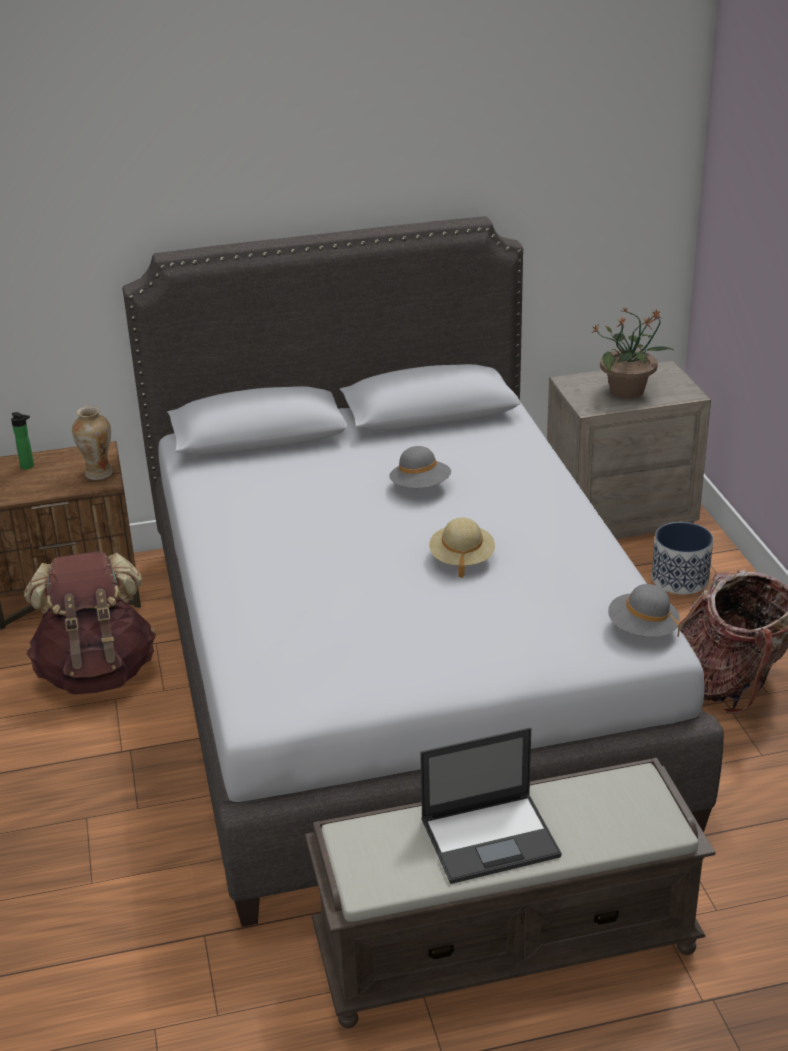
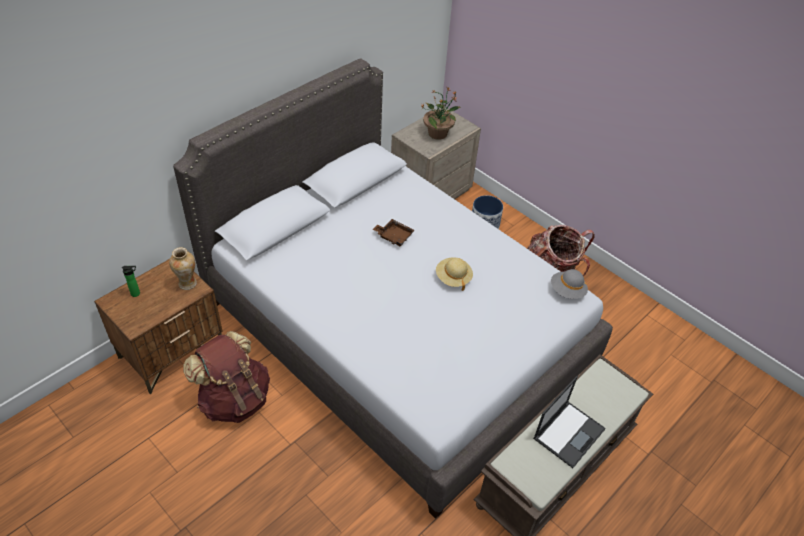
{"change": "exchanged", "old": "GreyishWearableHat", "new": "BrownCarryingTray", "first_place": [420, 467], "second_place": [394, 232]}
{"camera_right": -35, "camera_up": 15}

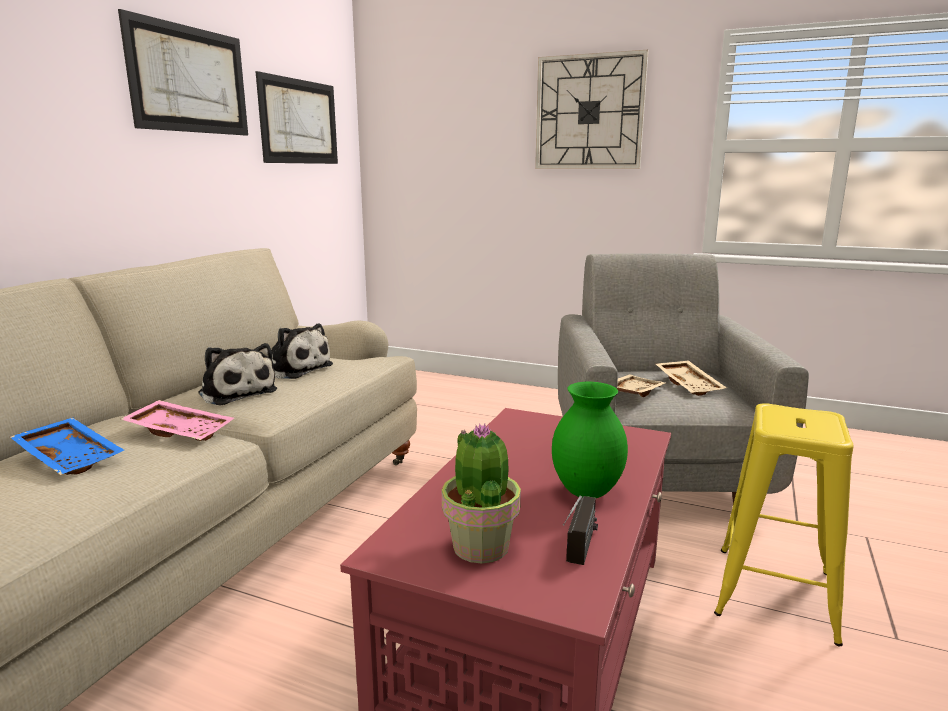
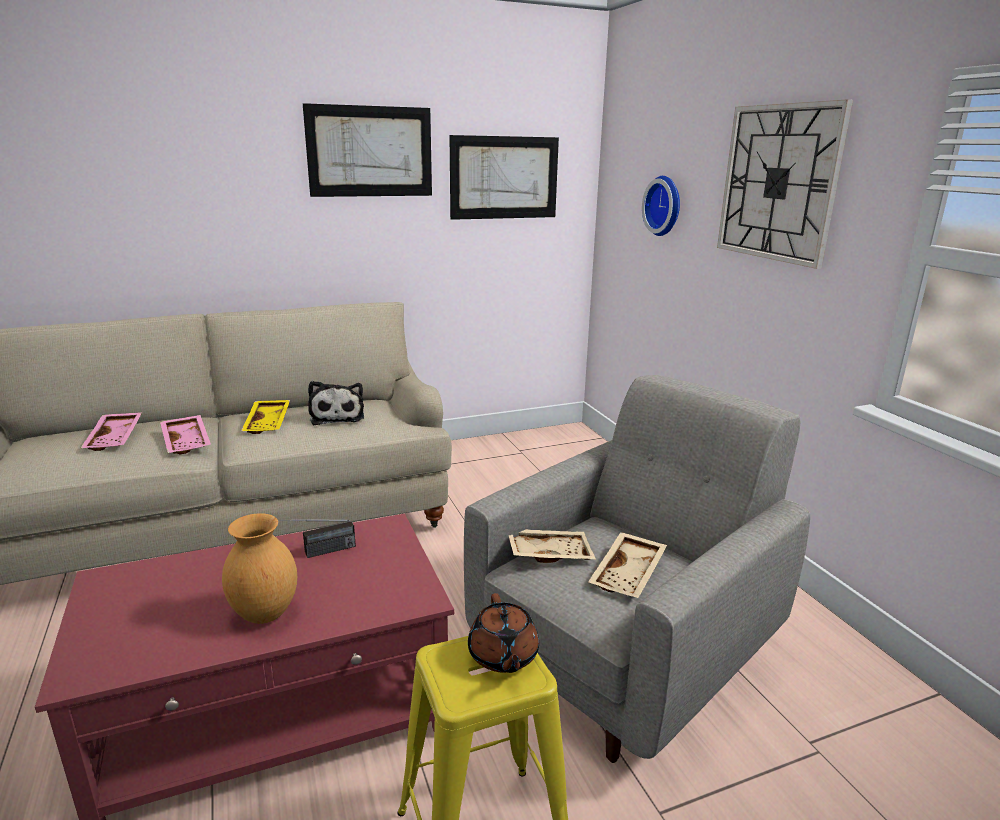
{"change": "exchanged", "old": "SoftToy", "new": "YellowCarryingTray", "first_place": [237, 374], "second_place": [265, 417]}
{"change": "colour", "old": "GreenFlowerVase", "new": "BrownFlowerVase", "first_place": [590, 440], "second_place": [259, 568]}
{"change": "colour", "old": "BlueCarryingTray", "new": "PinkishCarryingTray", "first_place": [67, 446], "second_place": [111, 431]}
{"change": "missing", "old": "PlantInAPot", "first_place": [481, 493]}
{"change": "relocated", "old": "Radio", "first_place": [580, 530], "second_place": [321, 538]}
{"change": "appeared", "new": "WallClock", "second_place": [661, 206]}
{"change": "appeared", "new": "BrownPotForTea", "second_place": [503, 633]}
{"camera_right": 45, "camera_up": 5}

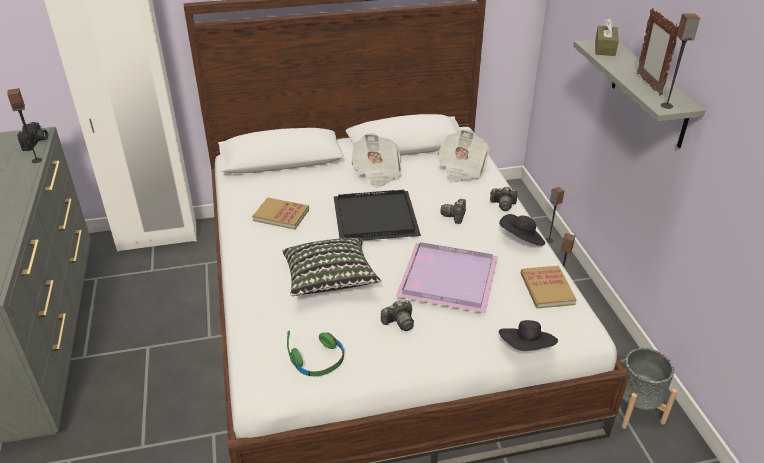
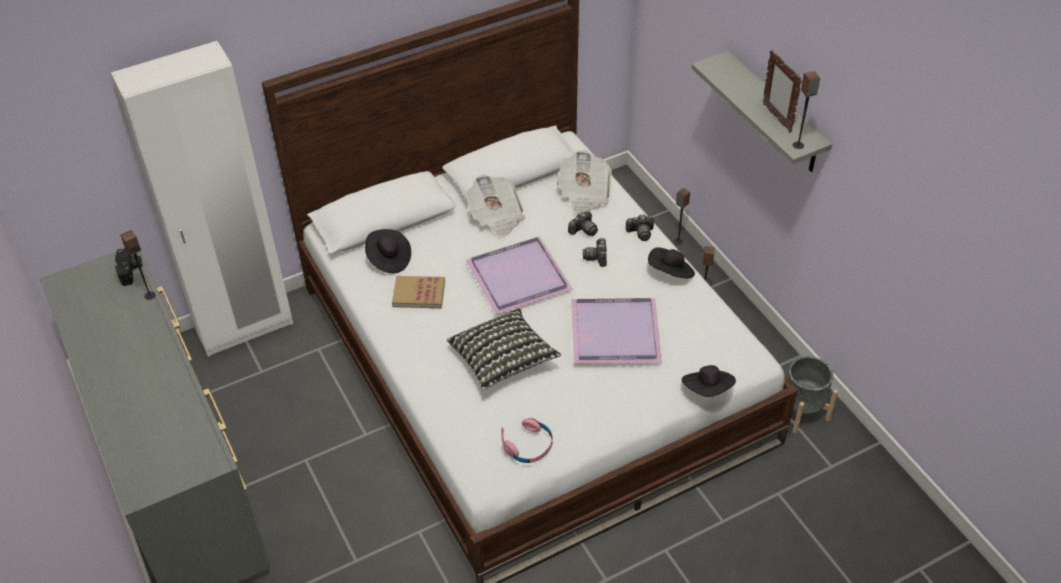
{"change": "missing", "old": "BrownBoxOfTissues", "first_place": [607, 37]}
{"change": "colour", "old": "BlackishCarryingTray", "new": "PurpleCarryingTray", "first_place": [377, 215], "second_place": [519, 276]}
{"change": "missing", "old": "Volume", "first_place": [548, 287]}
{"change": "relocated", "old": "StillCamera", "first_place": [397, 315], "second_place": [583, 223]}
{"change": "colour", "old": "GreenPairOfHeadphones", "new": "PinkishPairOfHeadphones", "first_place": [315, 353], "second_place": [527, 440]}
{"change": "appeared", "new": "BlackishWearableHat", "second_place": [388, 251]}
{"camera_right": -15, "camera_up": 10}

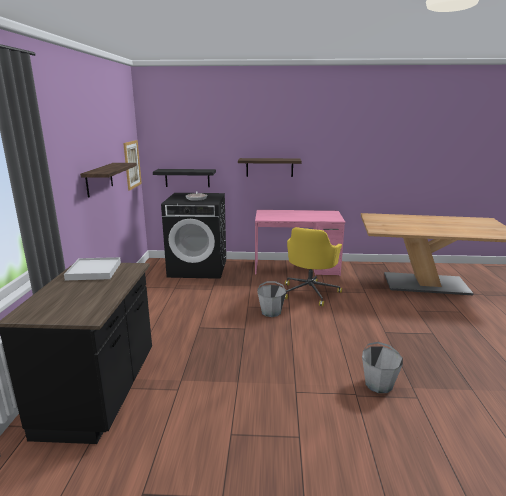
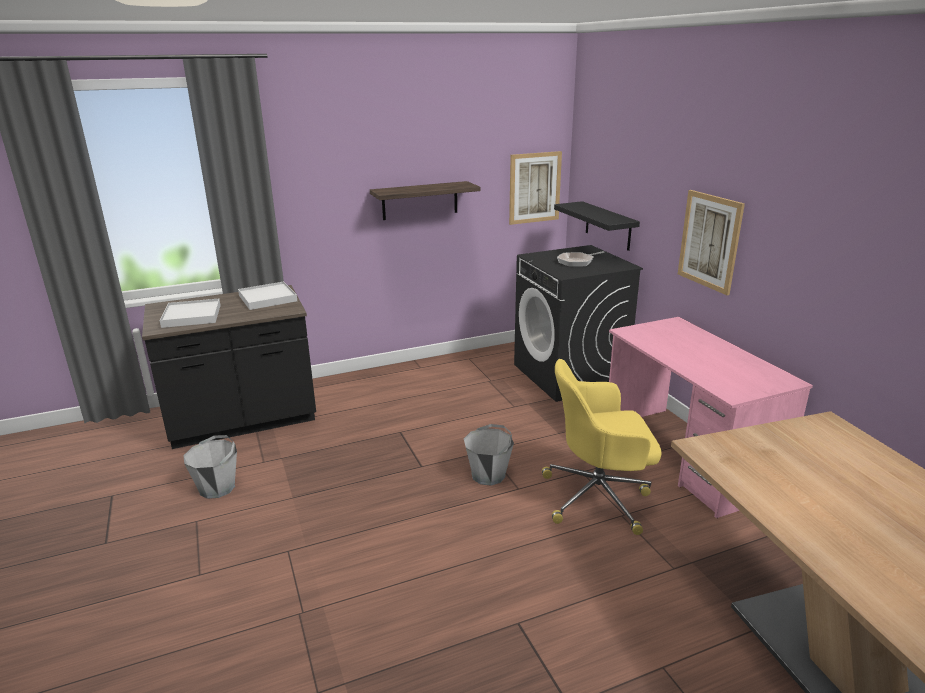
{"change": "exchanged", "old": "Shelf", "new": "WallPicture", "first_place": [270, 167], "second_place": [711, 242]}
{"change": "relocated", "old": "GreyishPail", "first_place": [382, 367], "second_place": [210, 467]}
{"change": "appeared", "new": "WhiteCarryingTray", "second_place": [190, 313]}
{"camera_right": 65, "camera_up": 5}

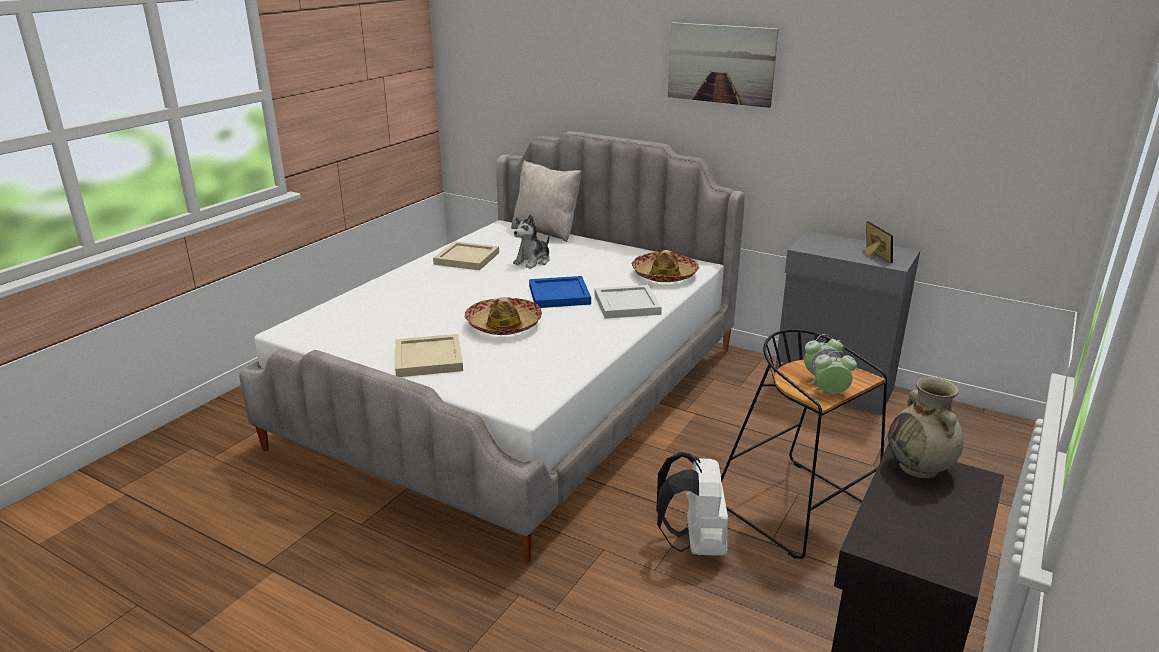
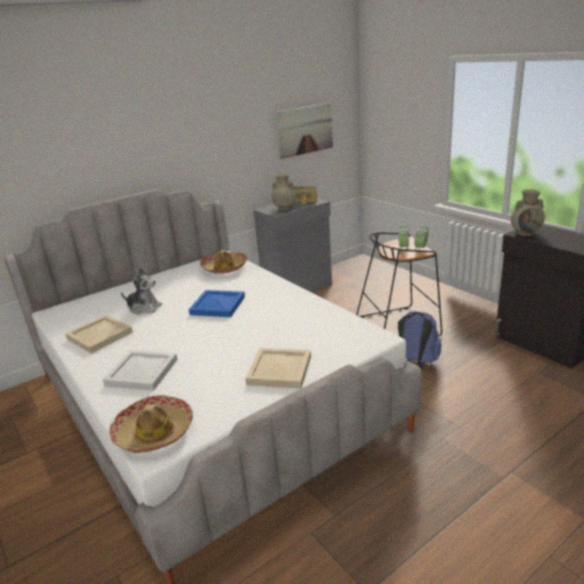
{"change": "relocated", "old": "WallPicture", "first_place": [723, 65], "second_place": [304, 131]}
{"change": "missing", "old": "BeigeColouredCushion", "first_place": [546, 201]}
{"change": "spun", "old": "SoftToy", "first_place": [531, 241], "second_place": [141, 291], "degrees": -45}
{"change": "relocated", "old": "WhiteCarryingTray", "first_place": [628, 302], "second_place": [140, 370]}
{"change": "relocated", "old": "WearableHat", "first_place": [503, 316], "second_place": [151, 424]}
{"change": "colour", "old": "WhiteKnapsack", "new": "BlueKnapsack", "first_place": [692, 504], "second_place": [419, 340]}
{"change": "appeared", "new": "BeigeColouredFlowerVase", "second_place": [284, 192]}
{"camera_right": -65, "camera_up": 0}

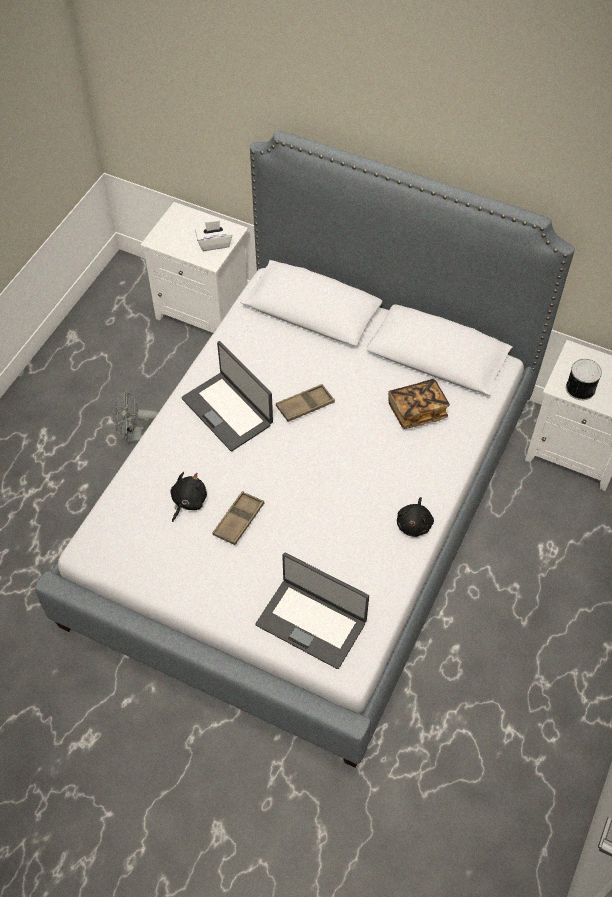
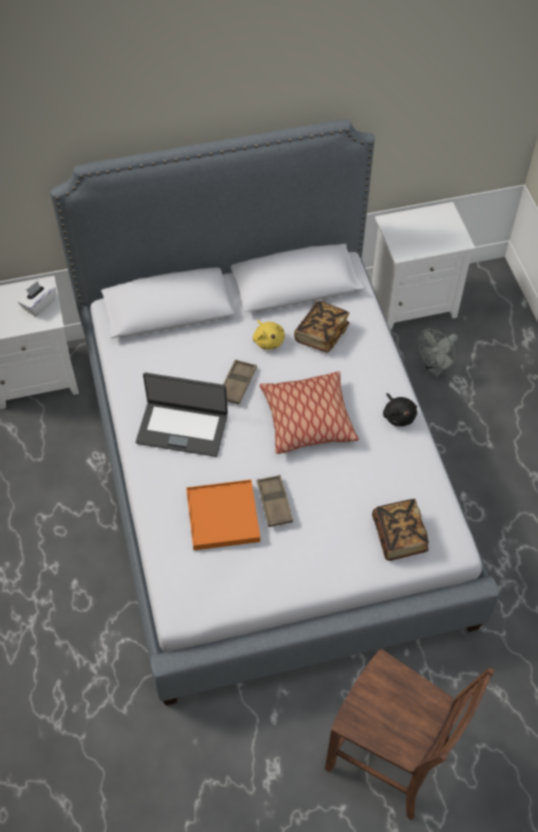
{"change": "missing", "old": "Can", "first_place": [584, 379]}
{"change": "relocated", "old": "GreyishCoolingFan", "first_place": [135, 416], "second_place": [438, 353]}
{"change": "exchanged", "old": "BlackishSoftToy", "new": "OrangeyCarryingTray", "first_place": [188, 497], "second_place": [223, 515]}
{"change": "exchanged", "old": "NotebookComputer", "new": "Volume", "first_place": [312, 611], "second_place": [400, 530]}
{"change": "appeared", "new": "YellowSoftToy", "second_place": [269, 335]}
{"change": "appeared", "new": "Cushion", "second_place": [309, 412]}
{"change": "appeared", "new": "BrownPlainChair", "second_place": [409, 734]}
{"camera_right": -40, "camera_up": 0}

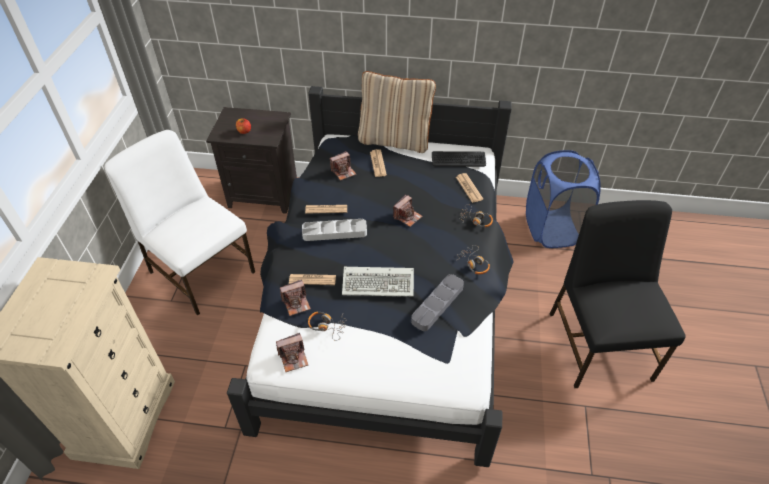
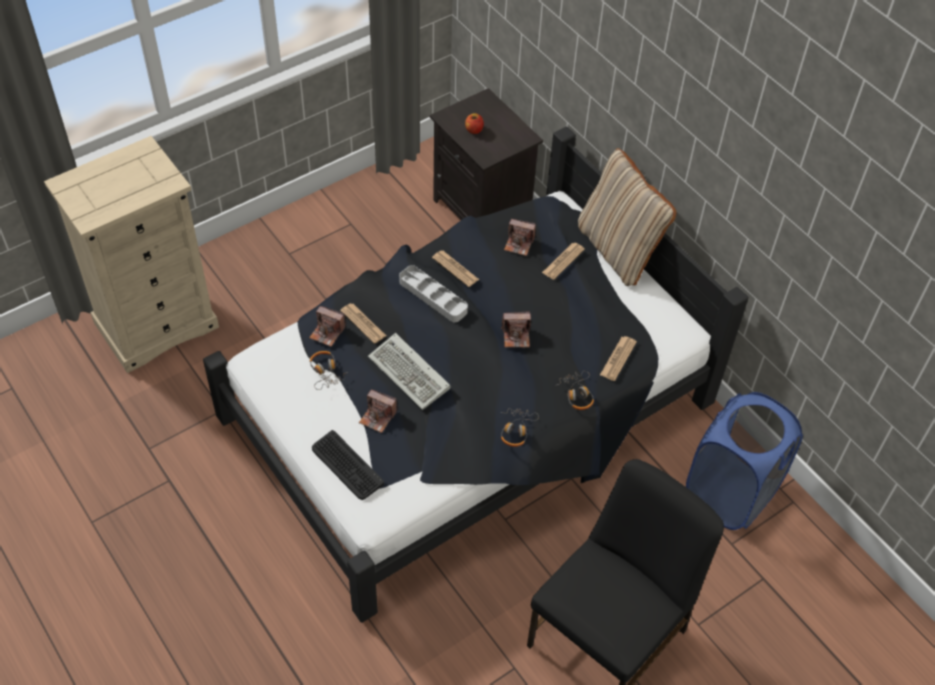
{"change": "missing", "old": "WhitePlainChair", "first_place": [180, 222]}
{"change": "relocated", "old": "PcKeyboard", "first_place": [459, 159], "second_place": [348, 465]}
{"change": "missing", "old": "GreyishCarryingTray", "first_place": [437, 302]}
{"change": "relocated", "old": "StillCamera", "first_place": [292, 352], "second_place": [378, 411]}
{"camera_right": 45, "camera_up": 5}

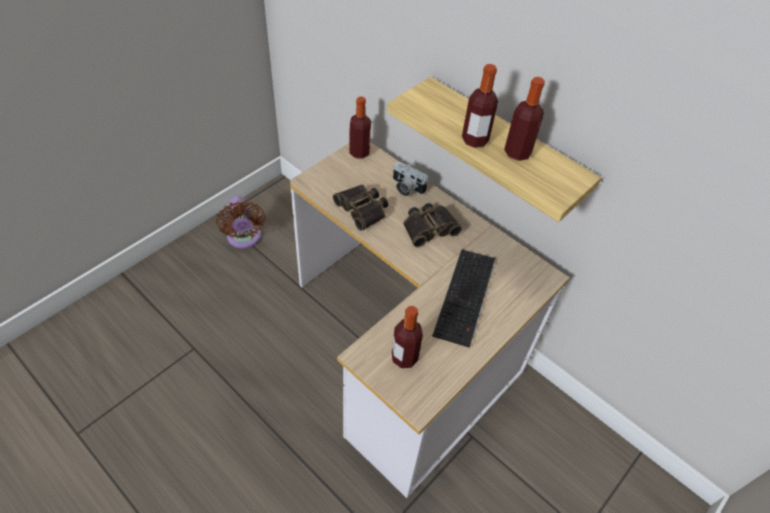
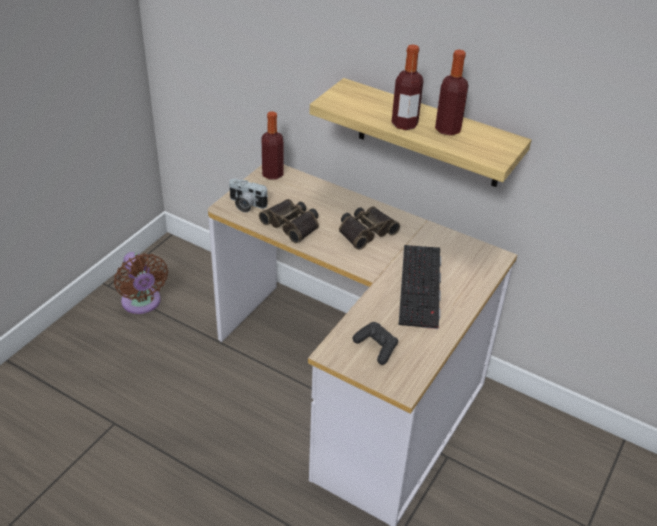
{"change": "relocated", "old": "StillCamera", "first_place": [410, 179], "second_place": [248, 195]}
{"change": "exchanged", "old": "BeverageBottle", "new": "BlackishGamepad", "first_place": [407, 337], "second_place": [375, 343]}
{"camera_right": -10, "camera_up": -10}

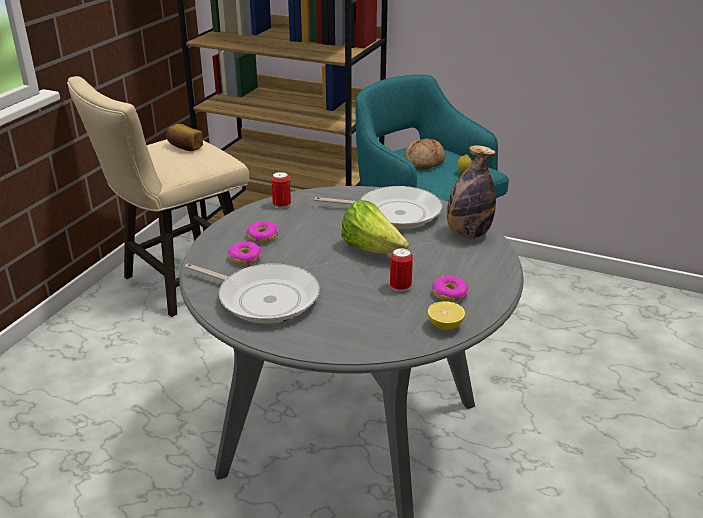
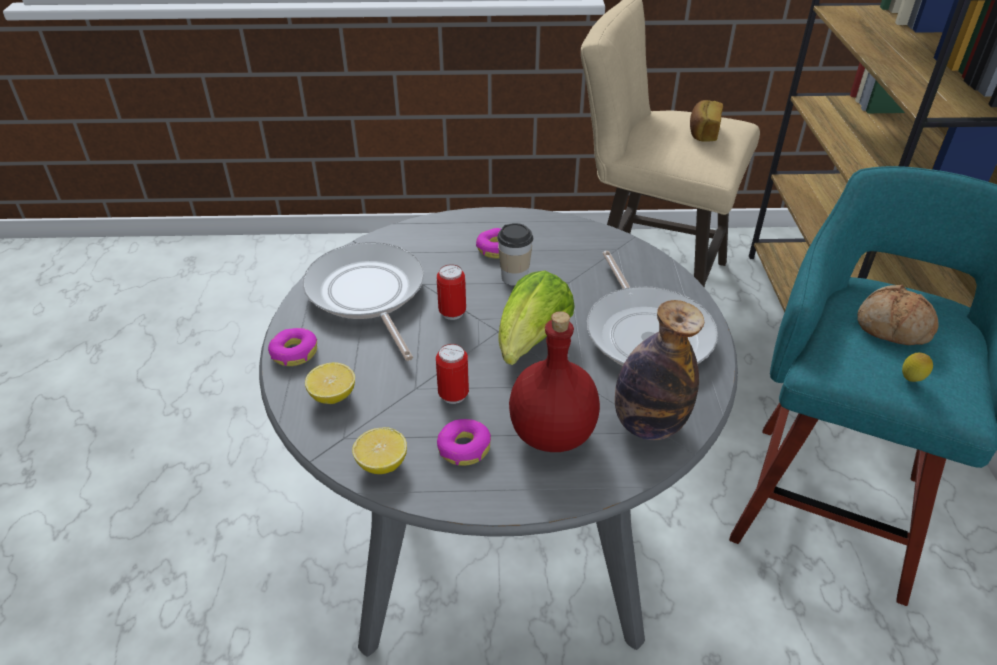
{"change": "relocated", "old": "Can", "first_place": [281, 190], "second_place": [451, 292]}
{"change": "relocated", "old": "Doughnut", "first_place": [245, 253], "second_place": [292, 347]}
{"change": "spun", "old": "Skillet", "first_place": [252, 293], "second_place": [363, 301], "degrees": 150}
{"change": "appeared", "new": "DrinkingCup", "second_place": [515, 254]}
{"change": "appeared", "new": "RedColouredBeverageBottle", "second_place": [554, 381]}
{"change": "appeared", "new": "Lemon", "second_place": [330, 383]}
{"camera_right": 65, "camera_up": 10}

